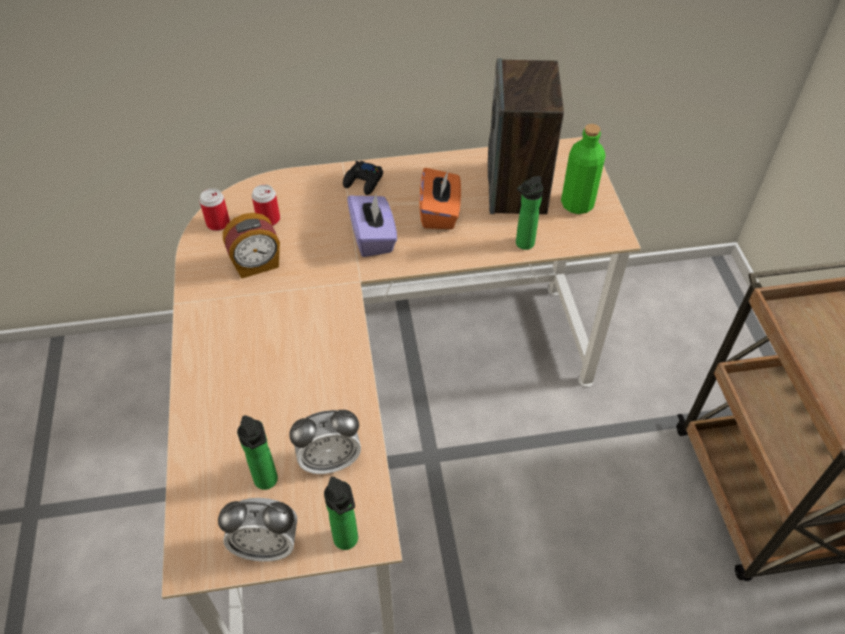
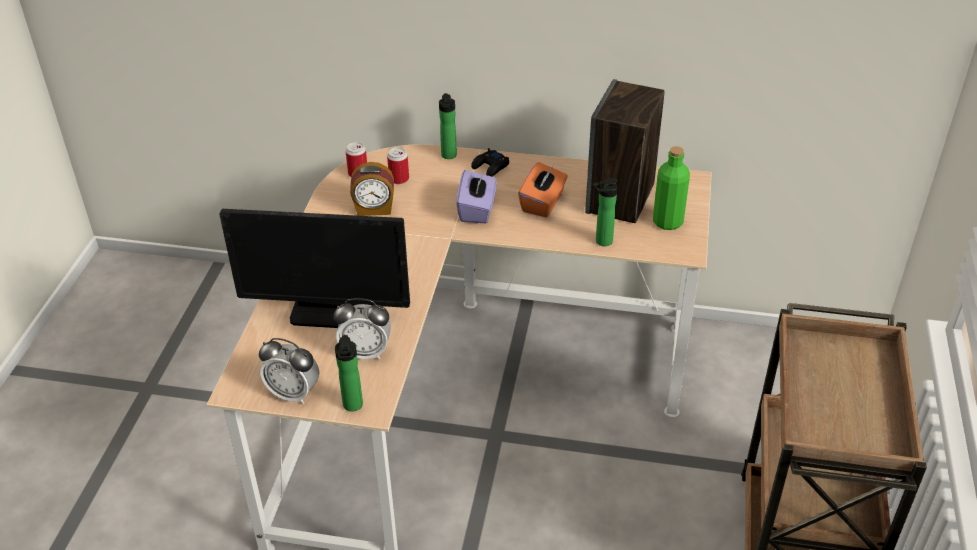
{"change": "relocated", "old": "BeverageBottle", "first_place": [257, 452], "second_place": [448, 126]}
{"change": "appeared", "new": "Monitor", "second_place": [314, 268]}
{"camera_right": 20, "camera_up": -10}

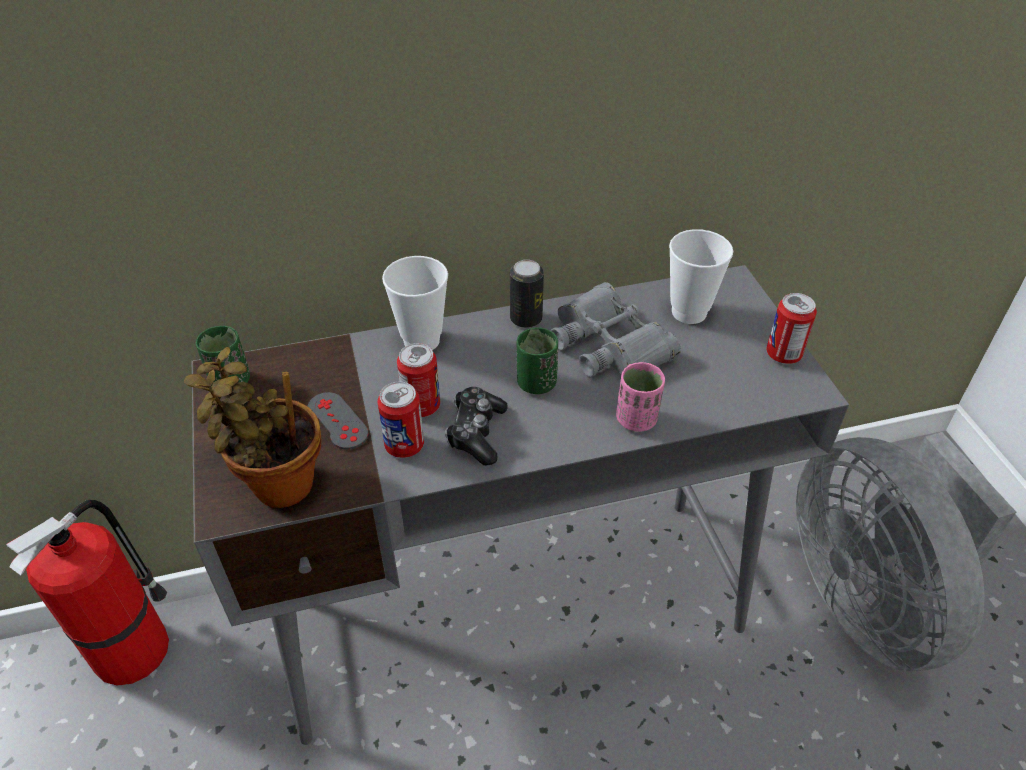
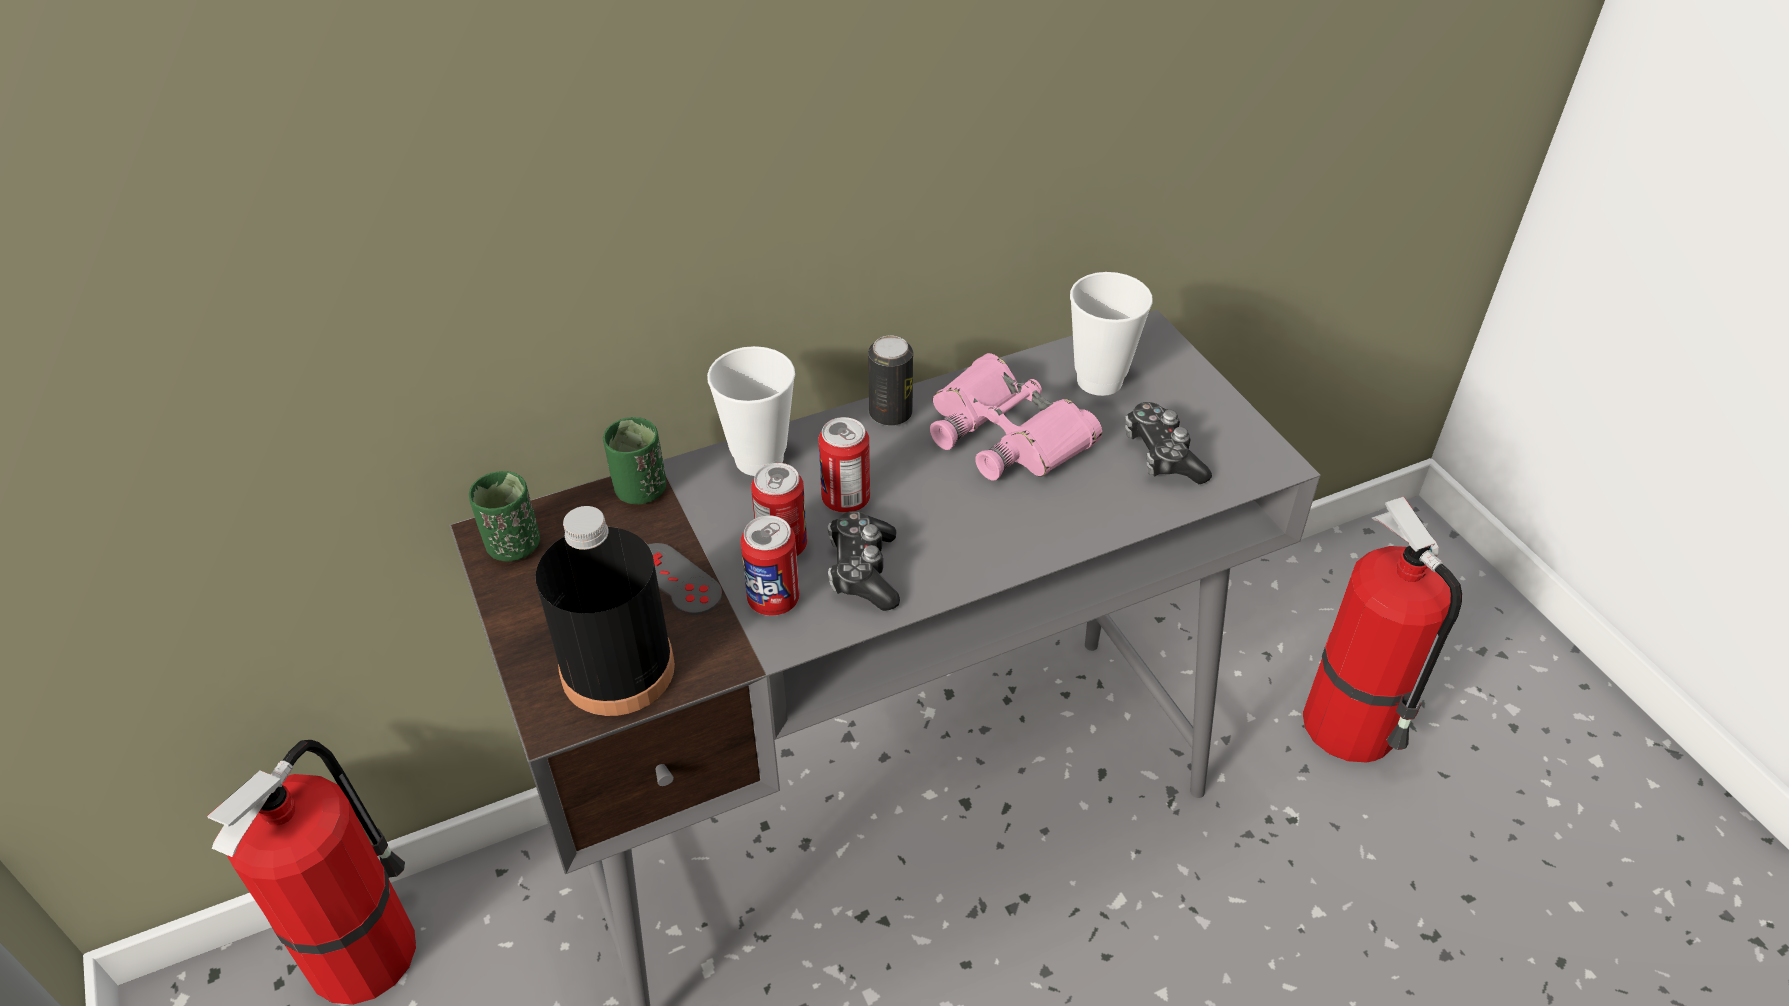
{"change": "colour", "old": "GreyishBinoculars", "new": "PinkishBinoculars", "first_place": [616, 329], "second_place": [1016, 417]}
{"change": "relocated", "old": "Can", "first_place": [791, 328], "second_place": [844, 465]}
{"change": "relocated", "old": "GreenDrinkingCup", "first_place": [537, 360], "second_place": [634, 460]}
{"change": "exchanged", "old": "PlantInAPot", "new": "BlackishBeverageBottle", "first_place": [252, 427], "second_place": [605, 611]}
{"change": "missing", "old": "PinkishDrinkingCup", "first_place": [640, 397]}
{"change": "exchanged", "old": "GreyishCoolingFan", "new": "FireExtinguisher", "first_place": [906, 551], "second_place": [1382, 629]}
{"change": "appeared", "new": "Gamepad", "second_place": [1168, 443]}
{"camera_right": -10, "camera_up": 0}

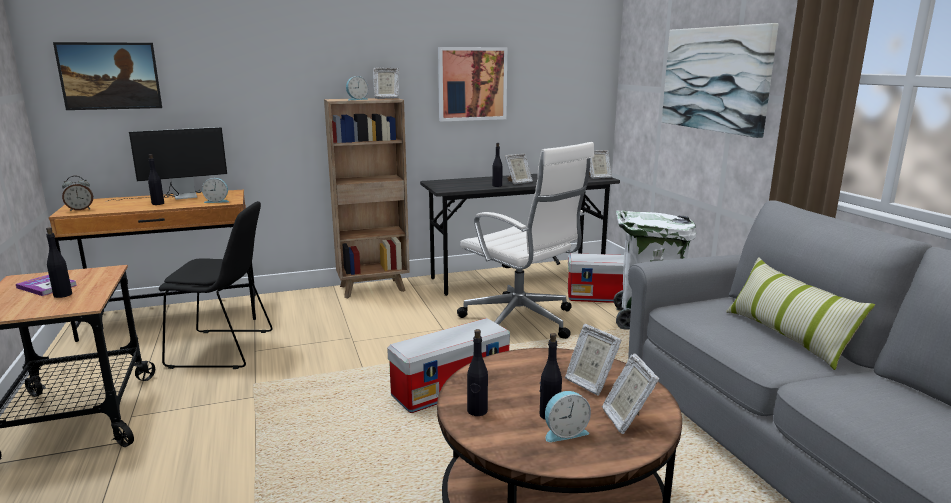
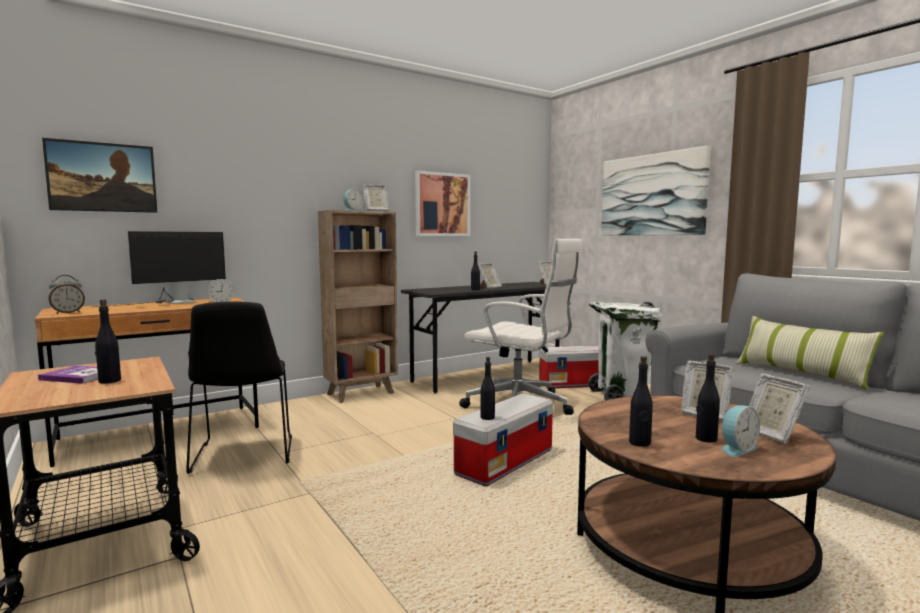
{"change": "relocated", "old": "BlackishBeverageBottle", "first_place": [156, 179], "second_place": [487, 388]}
{"change": "spun", "old": "BlackishPlainChair", "first_place": [215, 285], "second_place": [239, 387], "degrees": 90}
{"camera_right": -15, "camera_up": -10}

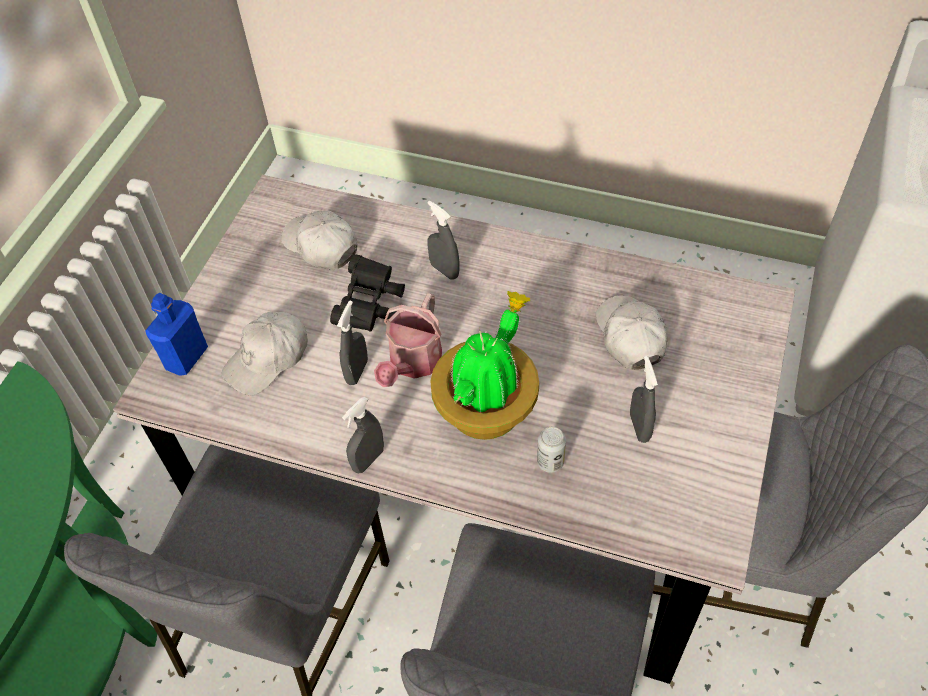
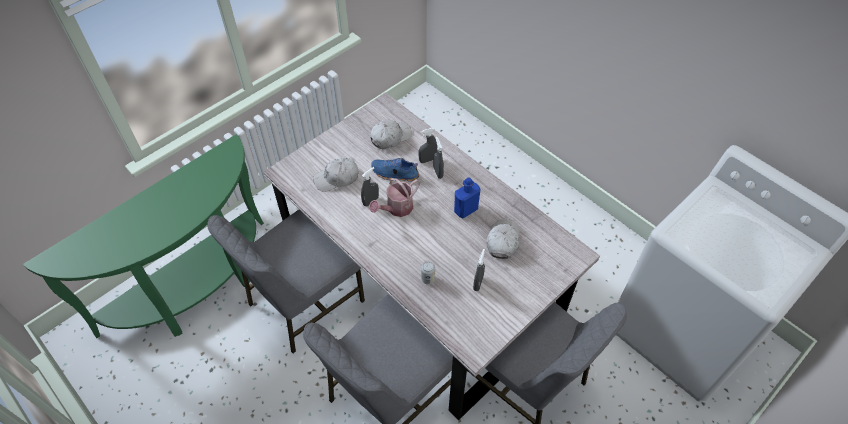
{"change": "spun", "old": "WhitePeakedCap", "first_place": [319, 240], "second_place": [391, 134], "degrees": 75}
{"change": "exchanged", "old": "BlackishBinoculars", "new": "BlueLowShoe", "first_place": [367, 293], "second_place": [395, 170]}
{"change": "missing", "old": "PlantInAPot", "first_place": [484, 365]}
{"change": "relocated", "old": "BlueBeverageBottle", "first_place": [176, 334], "second_place": [467, 197]}
{"change": "relocated", "old": "GreyishSprayBottle", "first_place": [363, 435], "second_place": [427, 145]}
{"camera_right": 25, "camera_up": 0}

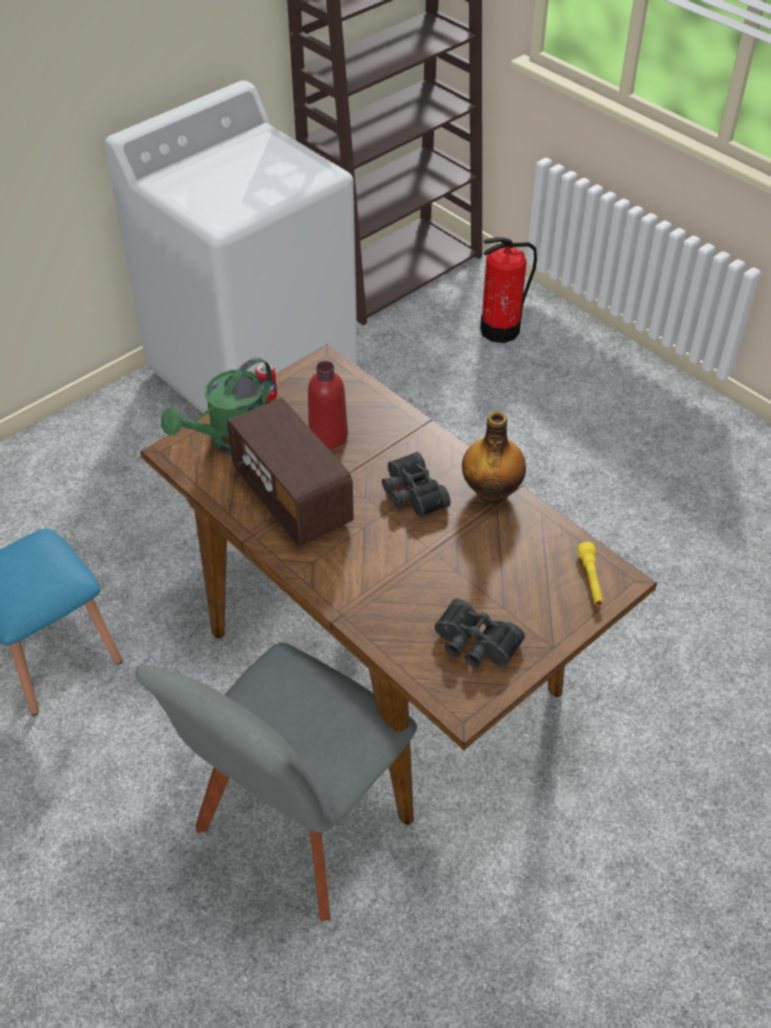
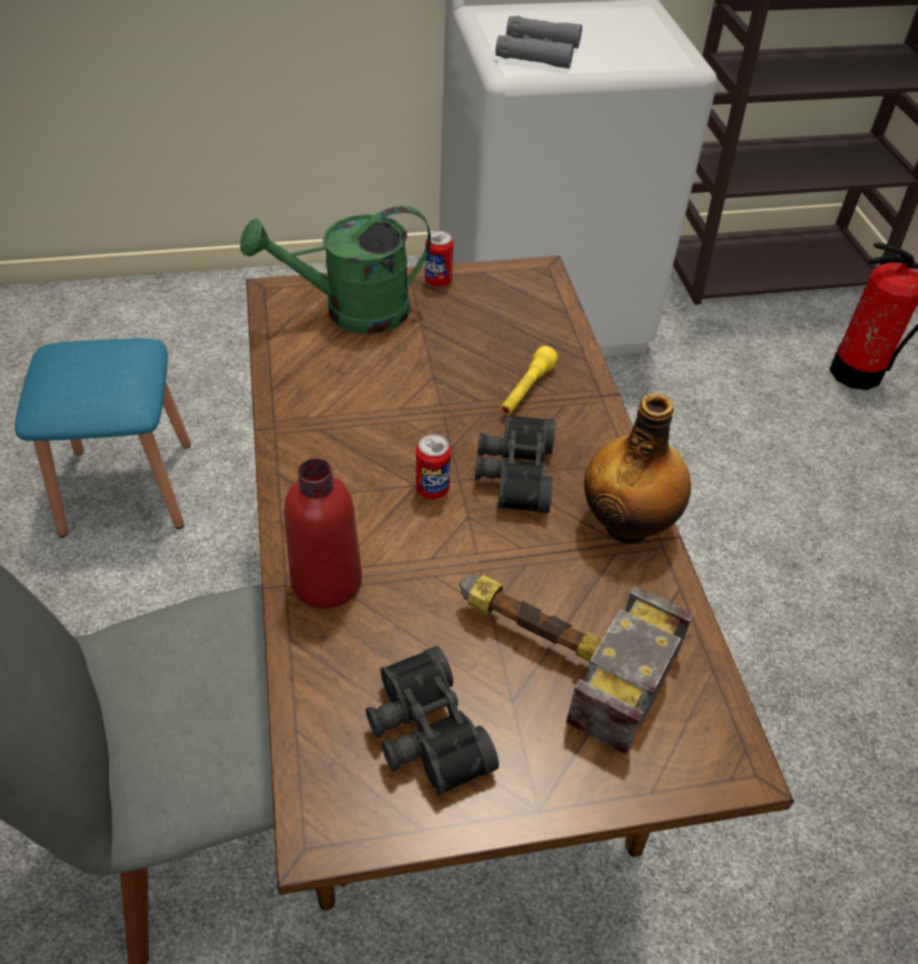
{"change": "relocated", "old": "RedColouredBeverageBottle", "first_place": [328, 405], "second_place": [323, 533]}
{"change": "missing", "old": "Radio", "first_place": [290, 472]}
{"change": "relocated", "old": "YellowFlashlight", "first_place": [590, 574], "second_place": [529, 380]}
{"change": "appeared", "new": "GreyishBinoculars", "second_place": [538, 42]}
{"change": "appeared", "new": "Can", "second_place": [433, 466]}
{"change": "appeared", "new": "HandHammer", "second_place": [576, 665]}
{"camera_right": 30, "camera_up": 0}

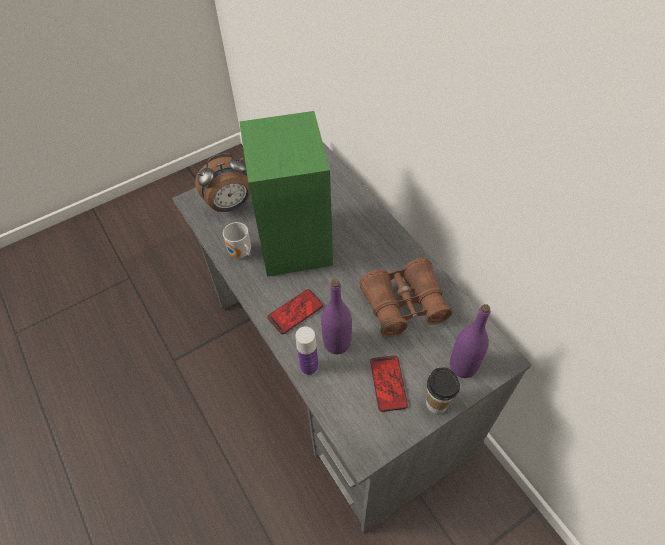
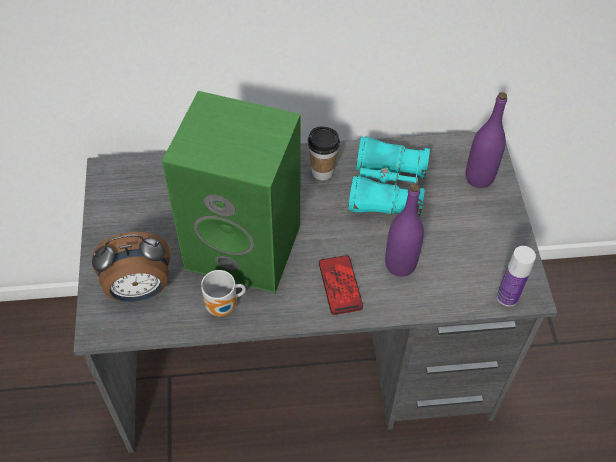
{"change": "spun", "old": "TableClock", "first_place": [223, 182], "second_place": [131, 267], "degrees": 75}
{"change": "colour", "old": "BrownBinoculars", "new": "TurquoiseBinoculars", "first_place": [405, 297], "second_place": [389, 177]}
{"change": "relocated", "old": "BeverageBottle", "first_place": [306, 351], "second_place": [516, 276]}
{"change": "missing", "old": "Phone", "first_place": [389, 383]}
{"change": "relocated", "old": "DrinkingCup", "first_place": [443, 390], "second_place": [324, 153]}
{"camera_right": -65, "camera_up": 0}

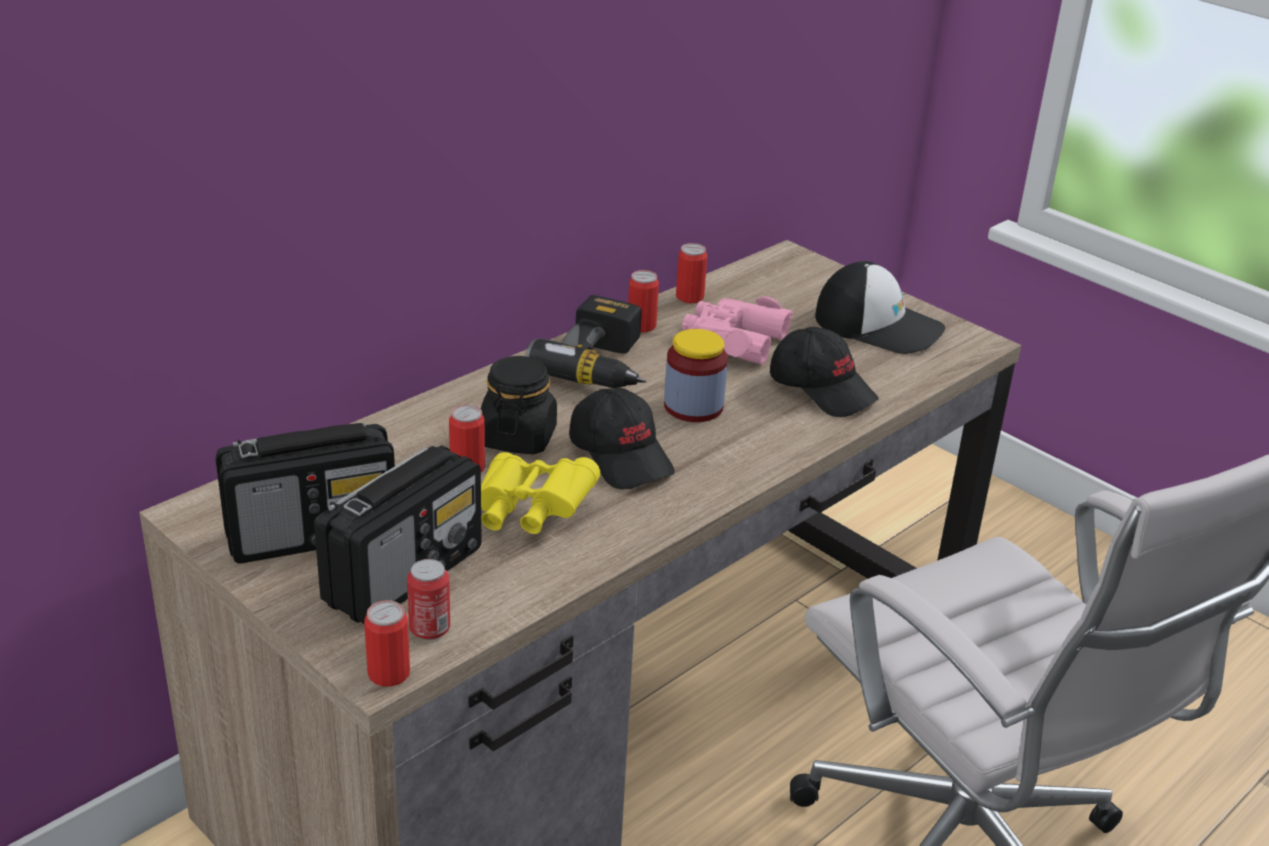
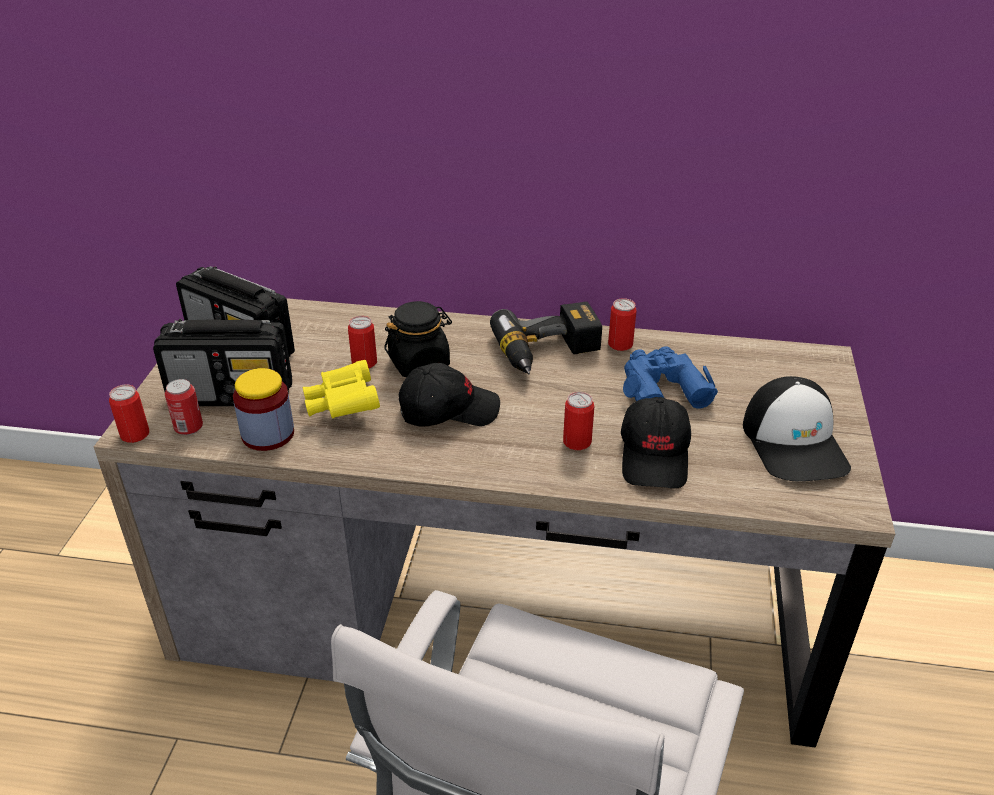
{"change": "relocated", "old": "Can", "first_place": [691, 273], "second_place": [578, 421]}
{"change": "colour", "old": "PinkishBinoculars", "new": "BlueBinoculars", "first_place": [737, 330], "second_place": [670, 377]}
{"change": "relocated", "old": "Jar", "first_place": [696, 375], "second_place": [263, 409]}
{"change": "spun", "old": "BlackishPeakedCap", "first_place": [622, 438], "second_place": [449, 395], "degrees": -120}
{"camera_right": 55, "camera_up": 5}

